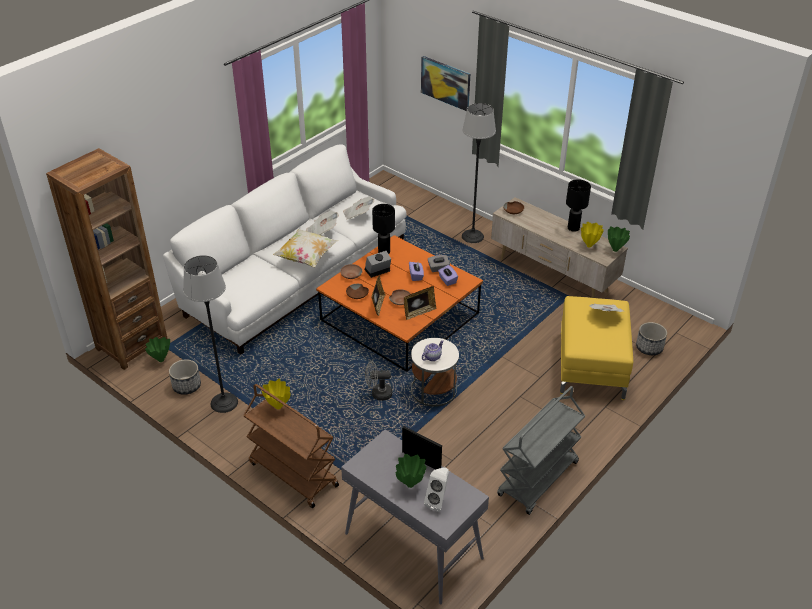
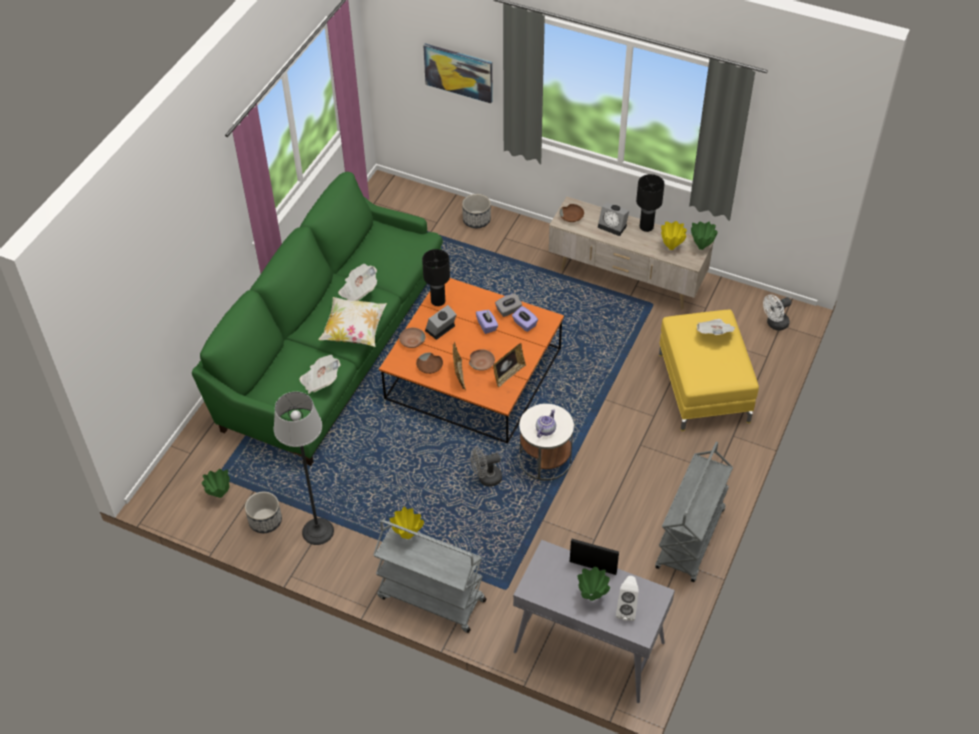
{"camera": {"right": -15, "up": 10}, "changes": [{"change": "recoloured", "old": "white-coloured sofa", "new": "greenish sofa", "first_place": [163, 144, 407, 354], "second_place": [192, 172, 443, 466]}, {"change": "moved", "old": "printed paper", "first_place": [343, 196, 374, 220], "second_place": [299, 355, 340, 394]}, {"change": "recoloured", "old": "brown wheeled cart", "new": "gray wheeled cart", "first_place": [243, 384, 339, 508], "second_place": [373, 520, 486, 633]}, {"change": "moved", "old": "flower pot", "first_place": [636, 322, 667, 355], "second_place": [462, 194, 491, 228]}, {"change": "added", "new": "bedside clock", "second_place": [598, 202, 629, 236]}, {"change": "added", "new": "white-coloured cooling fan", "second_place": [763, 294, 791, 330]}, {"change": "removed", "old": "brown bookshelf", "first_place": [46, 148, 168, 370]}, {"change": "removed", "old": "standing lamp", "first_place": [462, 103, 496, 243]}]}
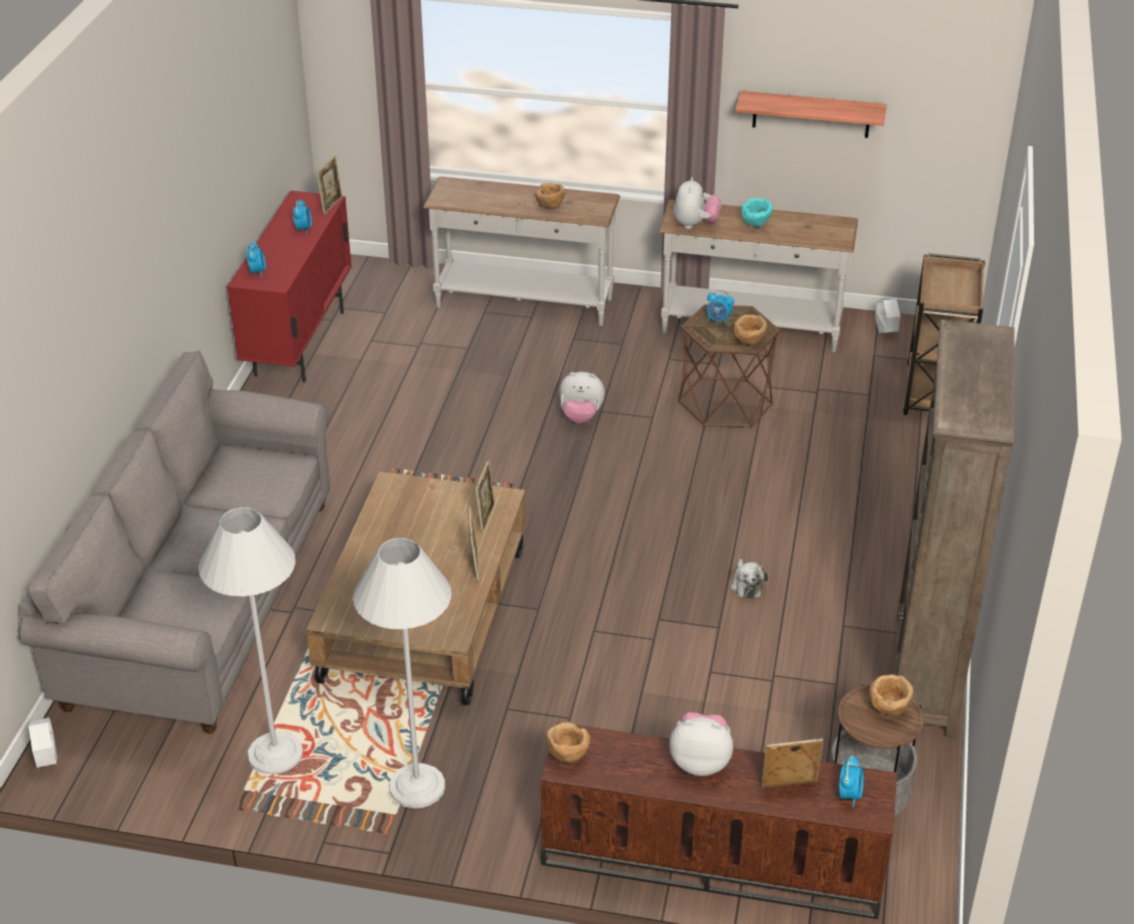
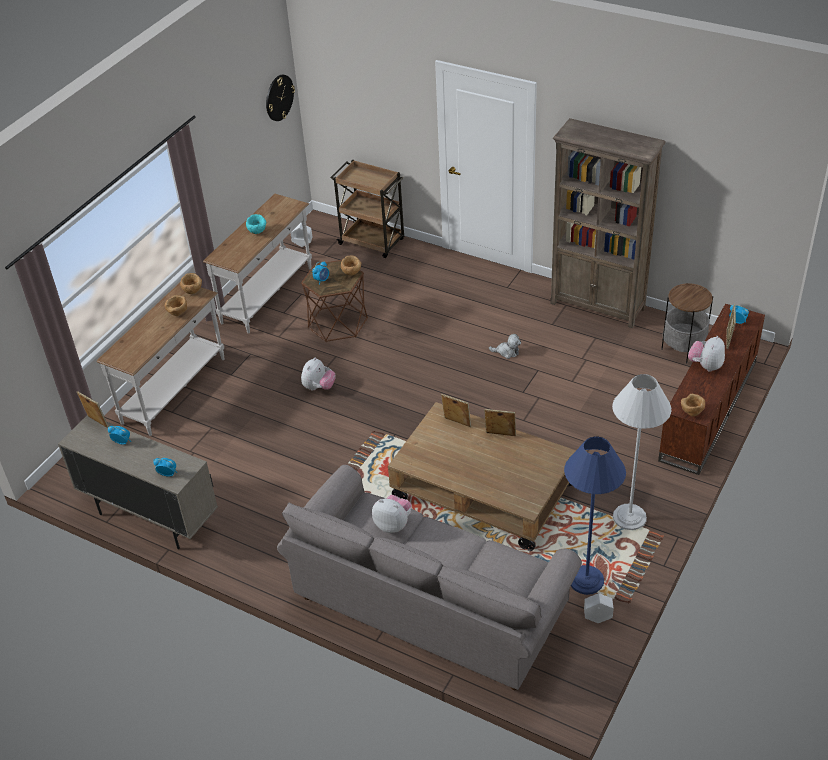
{"camera": {"right": -70, "up": 5}, "changes": [{"change": "recoloured", "old": "red-coloured storage cabinet", "new": "beige storage cabinet", "first_place": [227, 191, 352, 383], "second_place": [58, 416, 218, 549]}, {"change": "moved", "old": "brown bowl", "first_place": [869, 674, 913, 716], "second_place": [180, 273, 202, 294]}, {"change": "added", "new": "wall clock", "second_place": [266, 75, 295, 121]}, {"change": "moved", "old": "plush toy", "first_place": [674, 177, 721, 229], "second_place": [372, 495, 412, 533]}, {"change": "recoloured", "old": "white-coloured standing lamp", "new": "blue-coloured standing lamp", "first_place": [199, 507, 303, 774], "second_place": [564, 436, 626, 595]}, {"change": "moved", "old": "white-coloured flower pot", "first_place": [29, 717, 57, 768], "second_place": [584, 593, 614, 623]}, {"change": "removed", "old": "shelf", "first_place": [735, 91, 887, 138]}]}
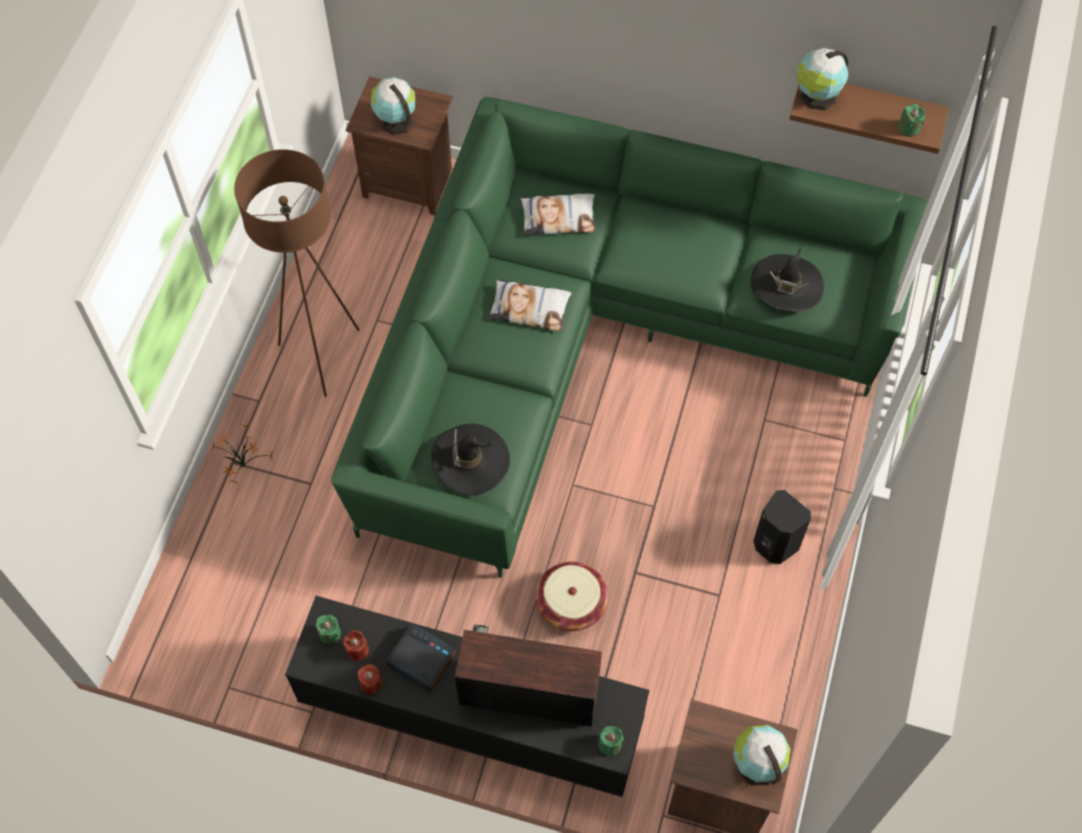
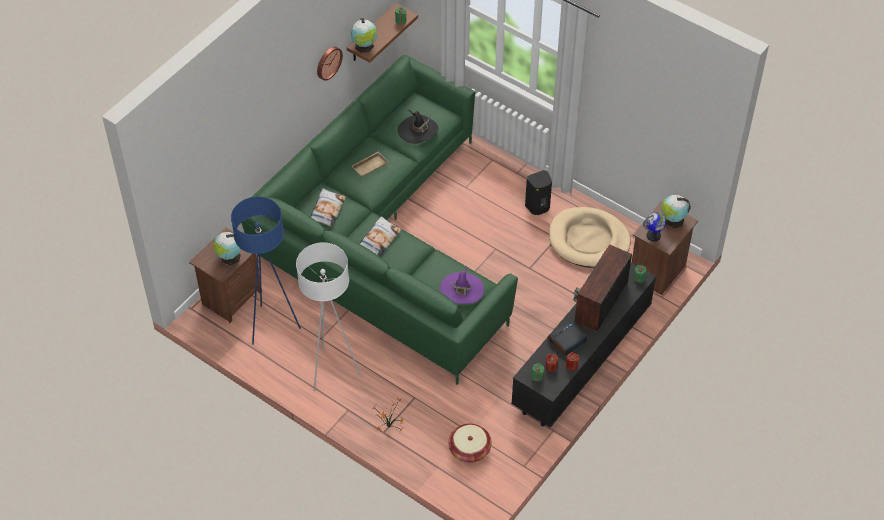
{"camera": {"right": -70, "up": -10}, "changes": [{"change": "added", "new": "blue-coloured standing lamp", "second_place": [231, 197, 301, 345]}, {"change": "recoloured", "old": "brown standing lamp", "new": "white-coloured standing lamp", "first_place": [234, 149, 360, 397], "second_place": [296, 242, 361, 391]}, {"change": "added", "new": "wall clock", "second_place": [317, 47, 343, 81]}, {"change": "added", "new": "beige serving tray", "second_place": [352, 152, 388, 177]}, {"change": "recoloured", "old": "blackish clothing hat", "new": "purple-coloured clothing hat", "first_place": [431, 423, 510, 496], "second_place": [440, 265, 484, 304]}, {"change": "moved", "old": "basket", "first_place": [536, 561, 608, 631], "second_place": [449, 424, 492, 463]}, {"change": "added", "new": "beige dog cushion", "second_place": [549, 207, 631, 268]}, {"change": "added", "new": "desk globe", "second_place": [643, 212, 666, 241]}]}
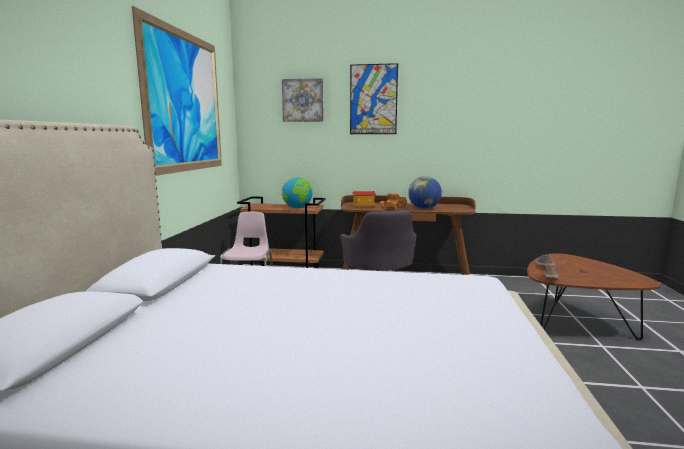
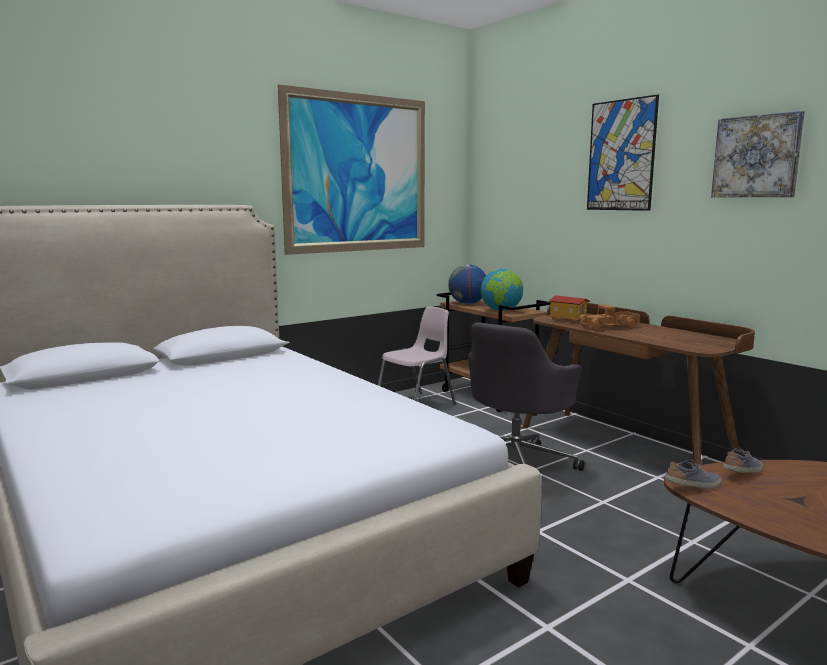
{"camera": {"right": 45, "up": 0}, "changes": [{"change": "moved", "old": "desk globe", "first_place": [408, 176, 442, 209], "second_place": [448, 264, 486, 304]}, {"change": "moved", "old": "wall art", "first_place": [282, 78, 324, 122], "second_place": [711, 111, 805, 197]}]}
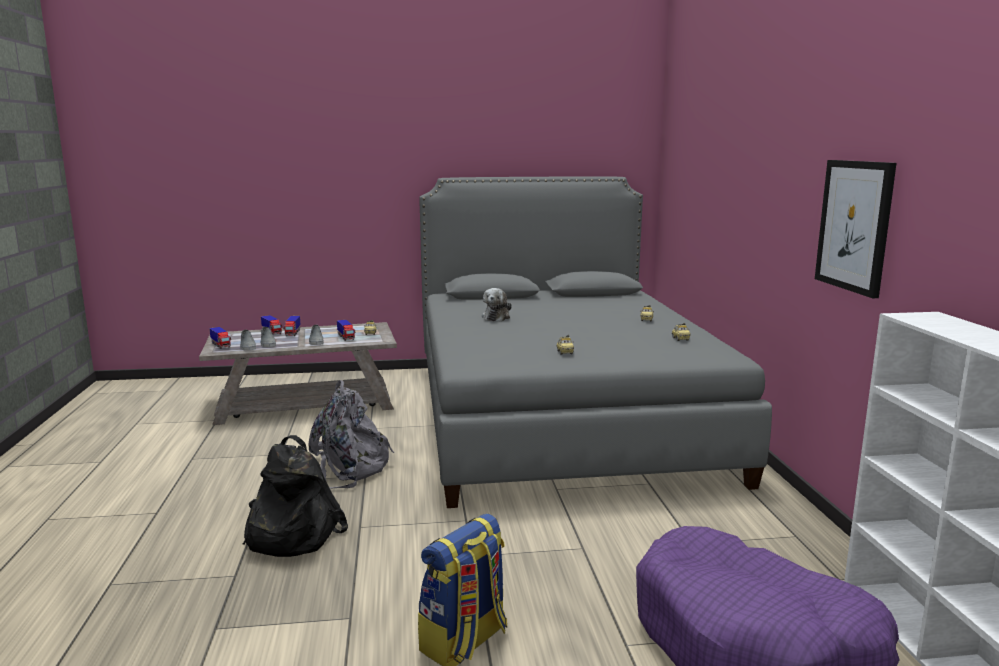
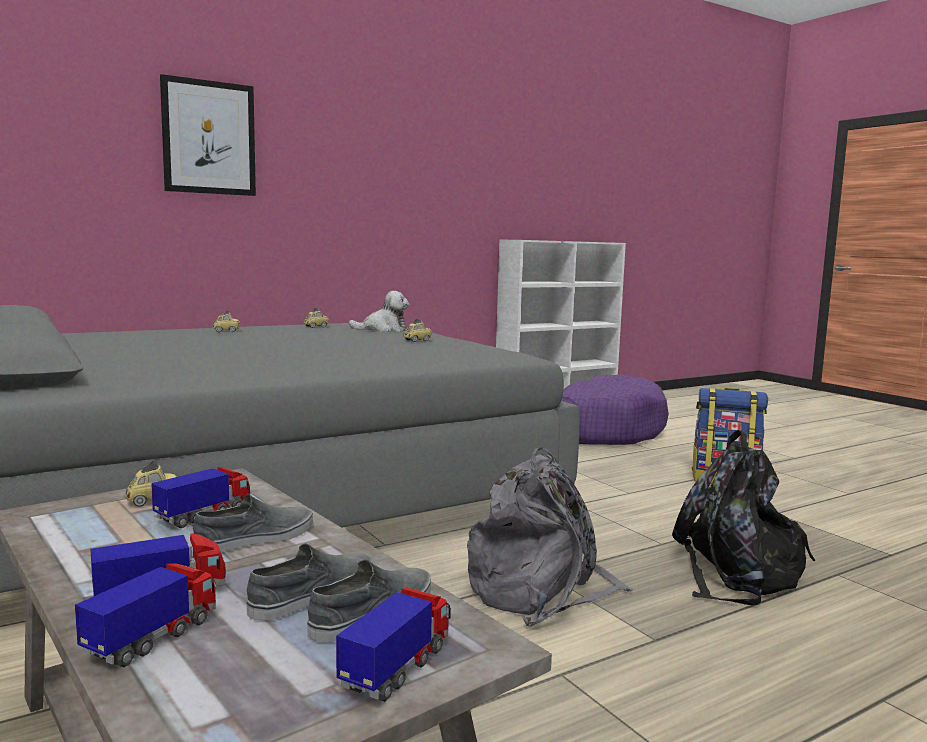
{"camera": {"right": -115, "up": -5}, "changes": [{"change": "moved", "old": "wall art", "first_place": [815, 160, 896, 298], "second_place": [160, 74, 256, 196]}, {"change": "moved", "old": "plush toy", "first_place": [482, 288, 512, 321], "second_place": [349, 291, 409, 332]}]}
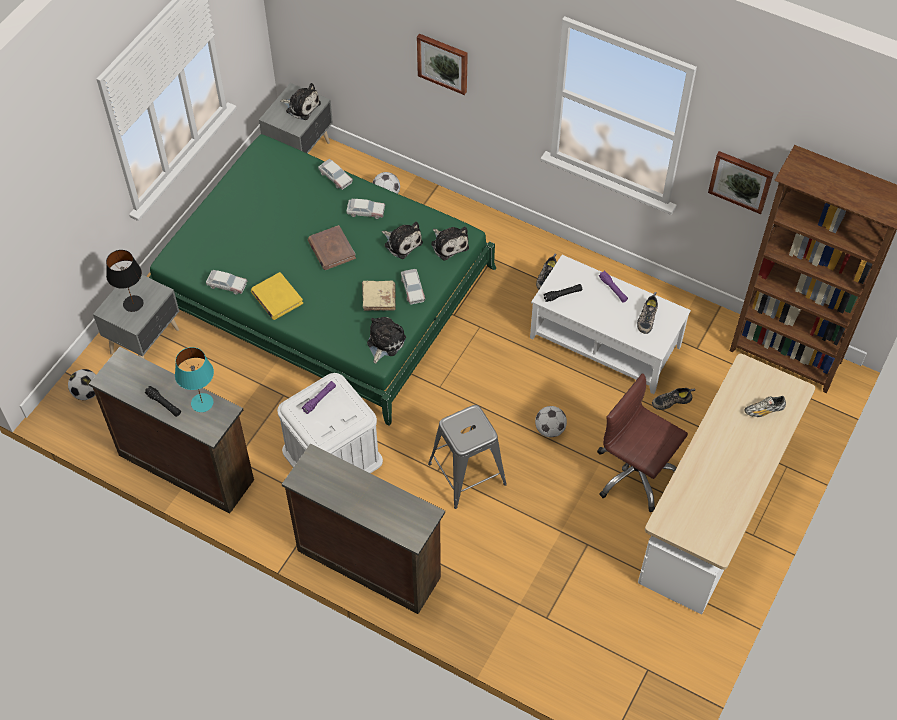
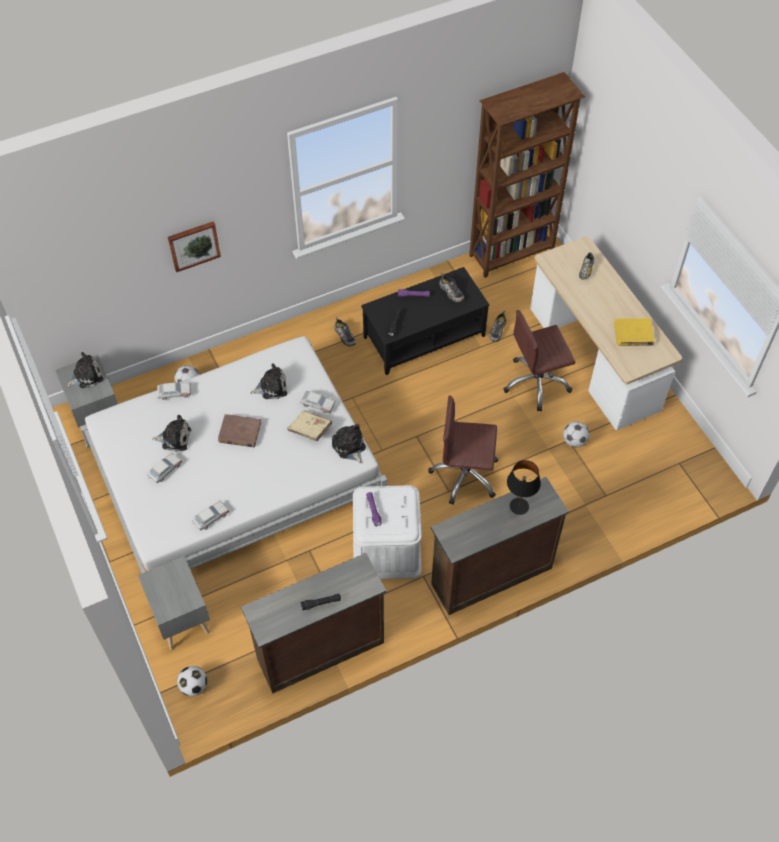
{"camera": {"right": -55, "up": 0}, "changes": [{"change": "recoloured", "old": "greenish sleeping bed", "new": "white-coloured sleeping bed", "first_place": [148, 134, 497, 426], "second_place": [80, 336, 387, 573]}, {"change": "moved", "old": "model car", "first_place": [346, 199, 385, 219], "second_place": [147, 453, 182, 483]}, {"change": "moved", "old": "plush toy", "first_place": [431, 227, 469, 261], "second_place": [153, 415, 191, 452]}, {"change": "recoloured", "old": "white-coloured coffee table", "new": "blackish coffee table", "first_place": [530, 255, 691, 394], "second_place": [361, 267, 490, 375]}, {"change": "replaced", "old": "gray stool seat", "new": "brown computer chair", "first_place": [428, 405, 507, 509], "second_place": [428, 395, 498, 505]}, {"change": "moved", "old": "blackish lamp for a table", "first_place": [106, 250, 143, 312], "second_place": [507, 460, 541, 515]}, {"change": "moved", "old": "football ball", "first_place": [535, 406, 567, 437], "second_place": [563, 421, 590, 447]}, {"change": "moved", "old": "yellow bound book", "first_place": [251, 272, 303, 320], "second_place": [614, 318, 655, 346]}, {"change": "removed", "old": "turquoise lamp for a table", "first_place": [175, 347, 214, 412]}, {"change": "removed", "old": "wall art", "first_place": [708, 151, 774, 214]}]}
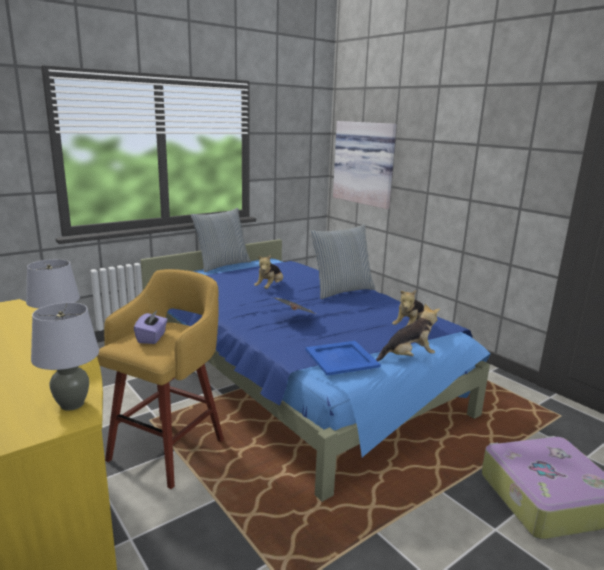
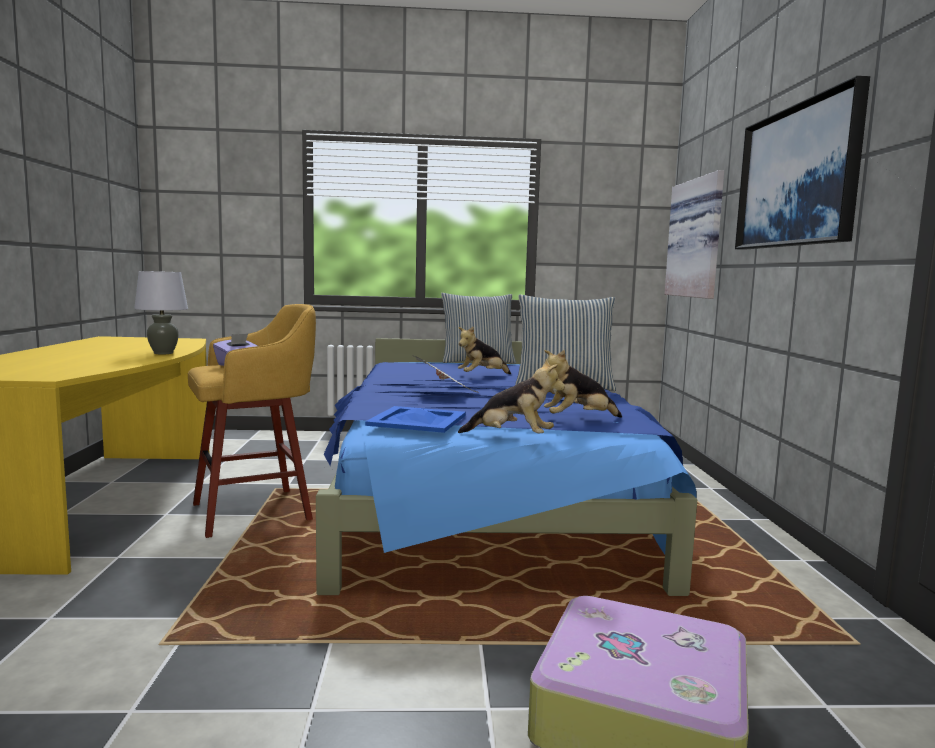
{"camera": {"right": 35, "up": -10}, "changes": [{"change": "added", "new": "wall art", "second_place": [735, 76, 870, 250]}, {"change": "removed", "old": "gray lamp for a table", "first_place": [31, 303, 99, 410]}]}
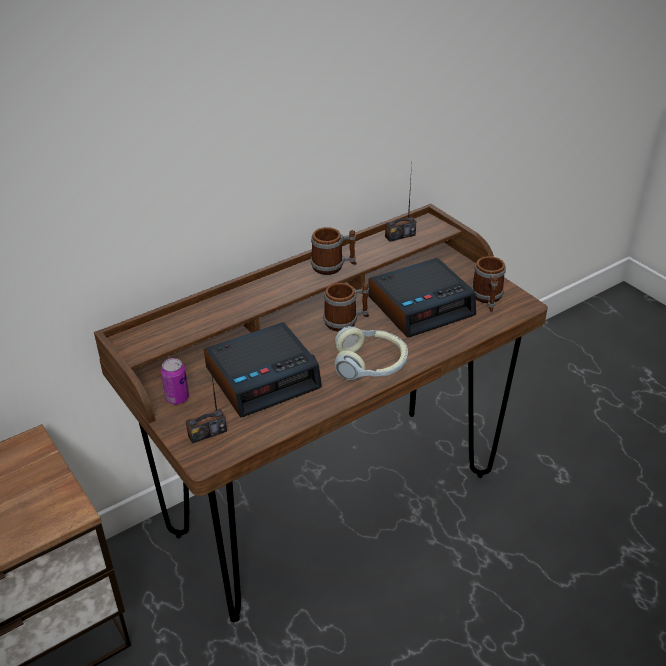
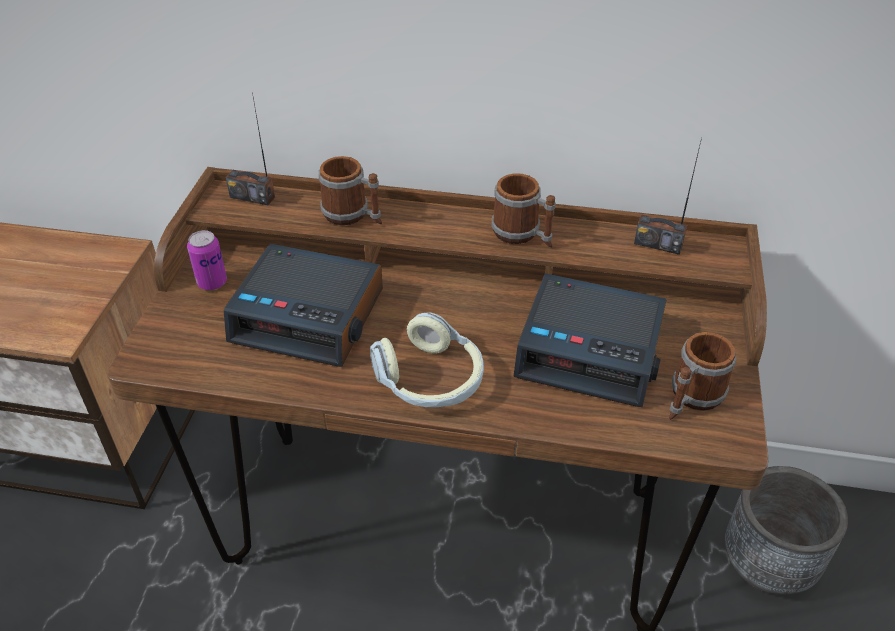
{"camera": {"right": 45, "up": 5}, "changes": [{"change": "moved", "old": "radio", "first_place": [186, 353, 227, 444], "second_place": [226, 92, 275, 205]}, {"change": "moved", "old": "mug", "first_place": [323, 283, 369, 332], "second_place": [318, 156, 382, 225]}, {"change": "added", "new": "gray flower pot", "second_place": [725, 466, 848, 594]}]}
